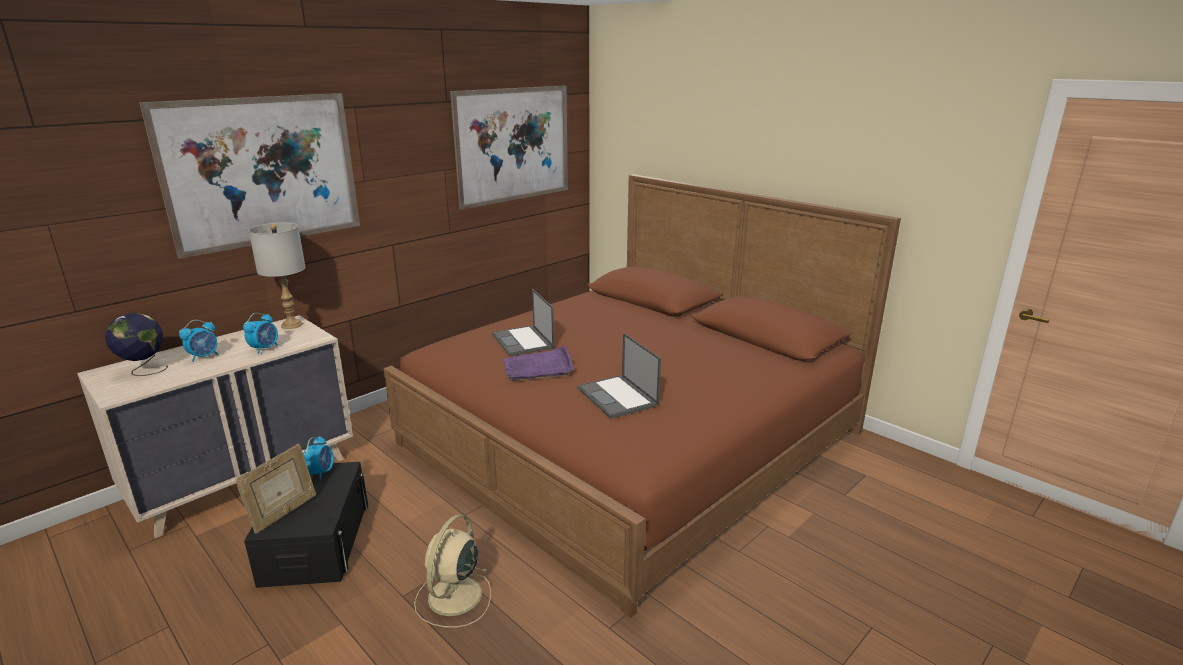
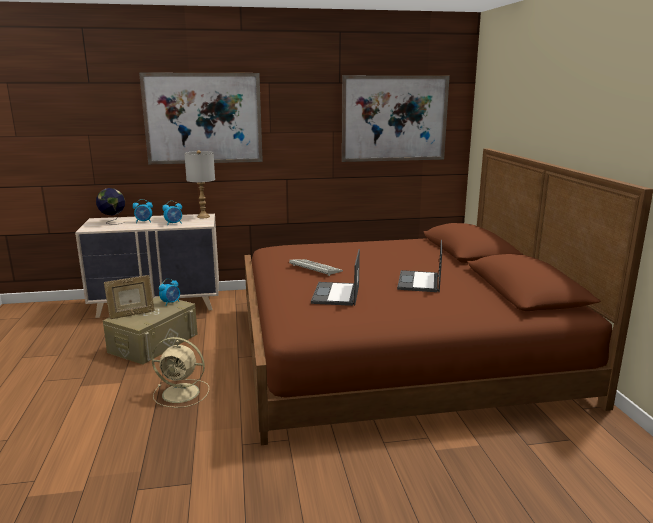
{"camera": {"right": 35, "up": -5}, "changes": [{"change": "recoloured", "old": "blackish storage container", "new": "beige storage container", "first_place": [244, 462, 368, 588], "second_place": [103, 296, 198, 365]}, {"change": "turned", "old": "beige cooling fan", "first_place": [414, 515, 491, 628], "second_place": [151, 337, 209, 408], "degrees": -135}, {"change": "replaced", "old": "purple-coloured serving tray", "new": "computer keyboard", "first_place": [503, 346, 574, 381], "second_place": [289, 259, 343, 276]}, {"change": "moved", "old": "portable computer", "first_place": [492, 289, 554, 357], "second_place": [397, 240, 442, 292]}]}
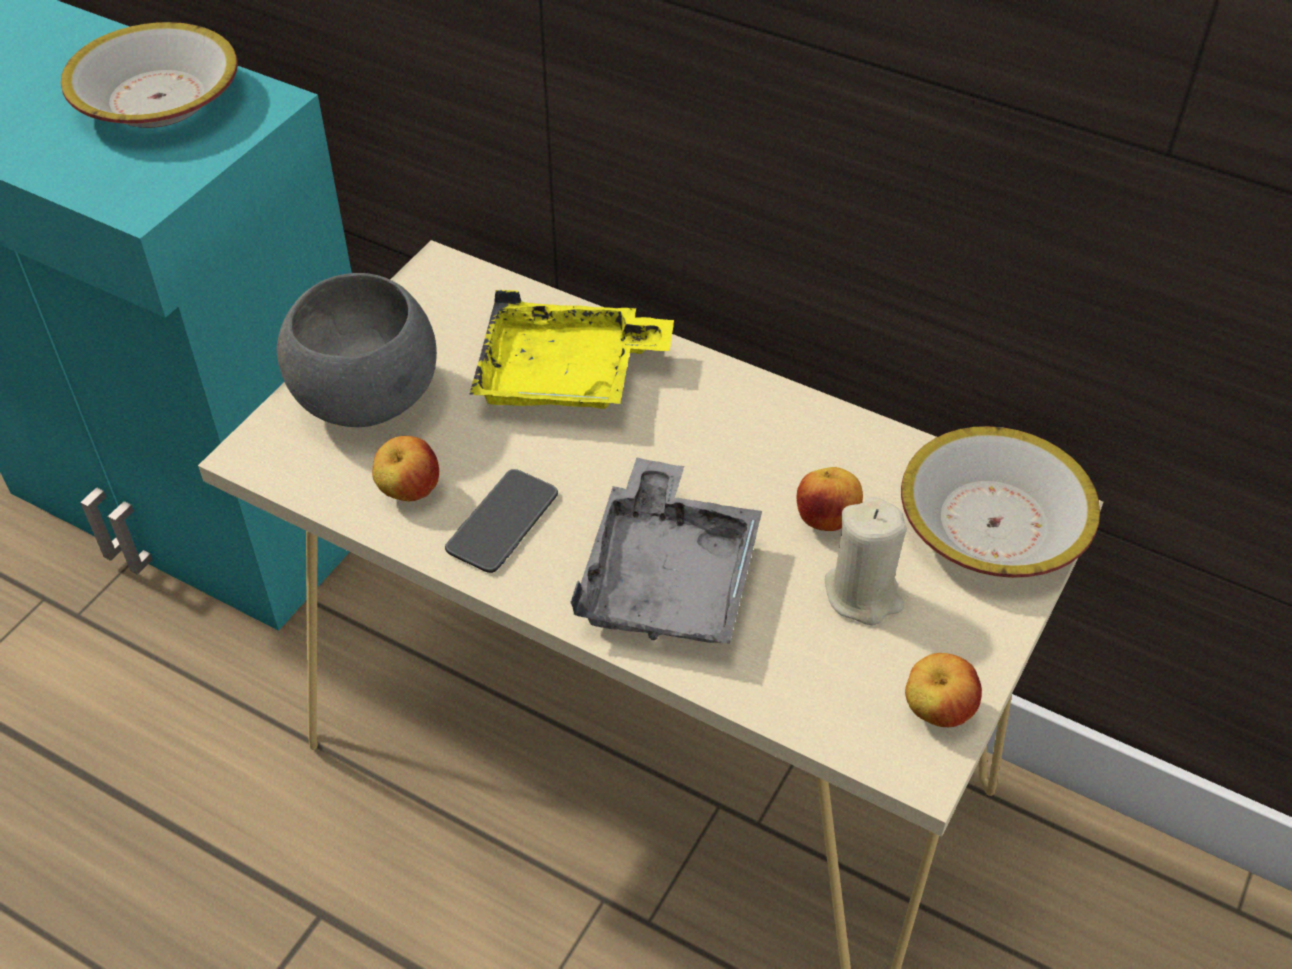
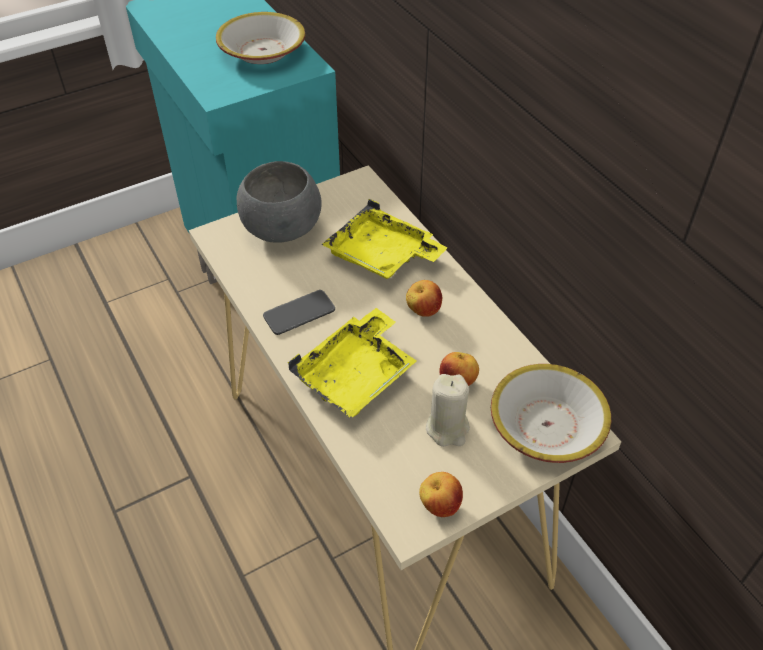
{"camera": {"right": 30, "up": 0}, "changes": [{"change": "recoloured", "old": "gray serving tray", "new": "yellow serving tray", "first_place": [570, 457, 762, 644], "second_place": [288, 308, 417, 418]}, {"change": "moved", "old": "apple", "first_place": [372, 436, 439, 501], "second_place": [406, 280, 442, 317]}]}
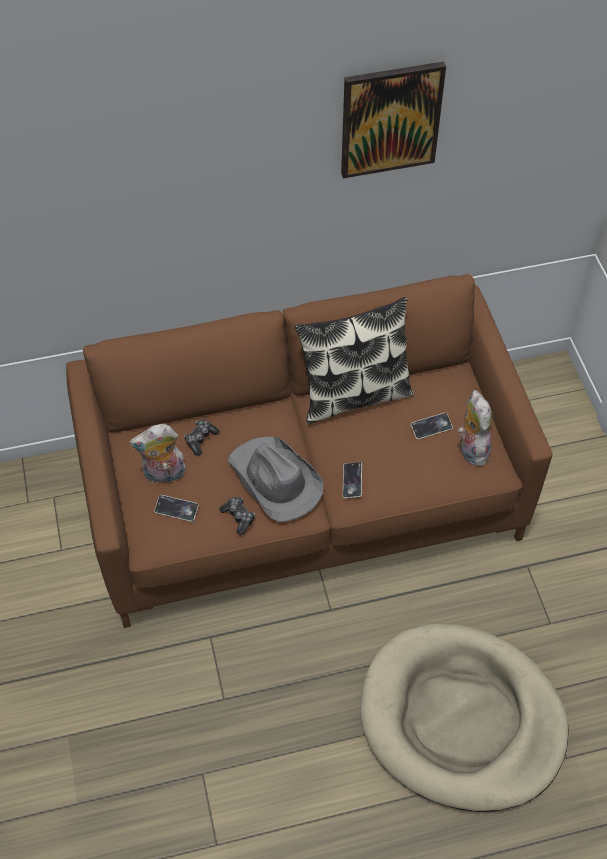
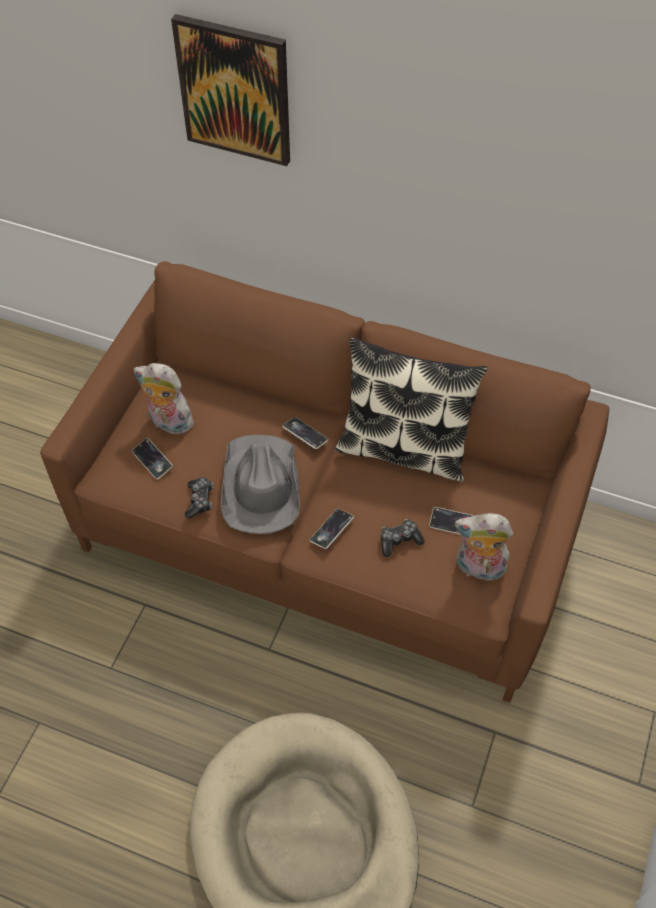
{"camera": {"right": 35, "up": 0}, "changes": [{"change": "moved", "old": "wall art", "first_place": [341, 61, 446, 178], "second_place": [171, 14, 290, 166]}, {"change": "added", "new": "telephone", "second_place": [283, 417, 328, 449]}, {"change": "moved", "old": "game controller", "first_place": [184, 420, 220, 456], "second_place": [381, 519, 425, 557]}, {"change": "turned", "old": "plush toy", "first_place": [458, 390, 493, 466], "second_place": [455, 513, 513, 581], "degrees": -105}]}
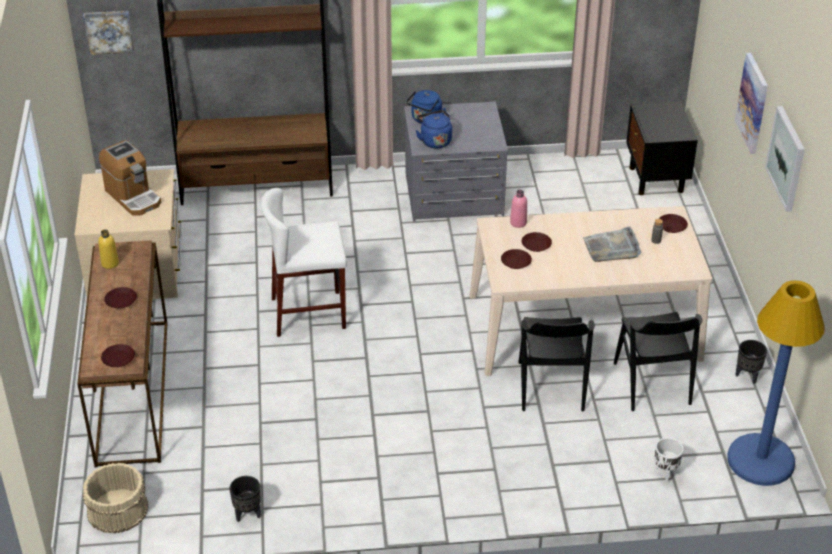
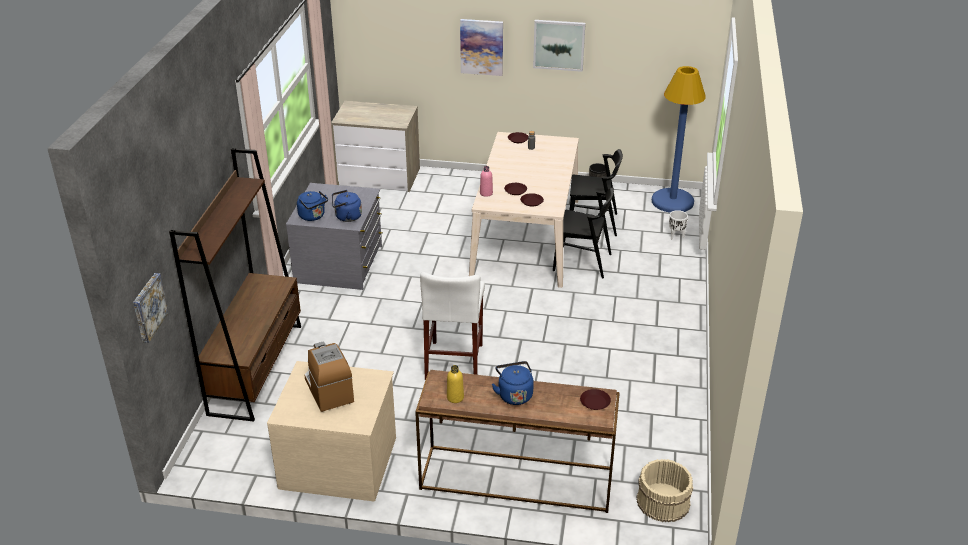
{"camera": {"right": -75, "up": -5}, "changes": [{"change": "turned", "old": "coffee machine", "first_place": [99, 140, 161, 216], "second_place": [304, 341, 354, 412], "degrees": -90}, {"change": "replaced", "old": "blackish night table", "new": "dresser", "first_place": [626, 102, 698, 195], "second_place": [331, 101, 420, 192]}, {"change": "replaced", "old": "brown dinner plate", "new": "blue-coloured water kettle", "first_place": [104, 287, 137, 309], "second_place": [492, 361, 534, 405]}, {"change": "removed", "old": "blackish flower pot", "first_place": [230, 476, 261, 522]}, {"change": "removed", "old": "gray serving tray", "first_place": [583, 226, 641, 262]}]}
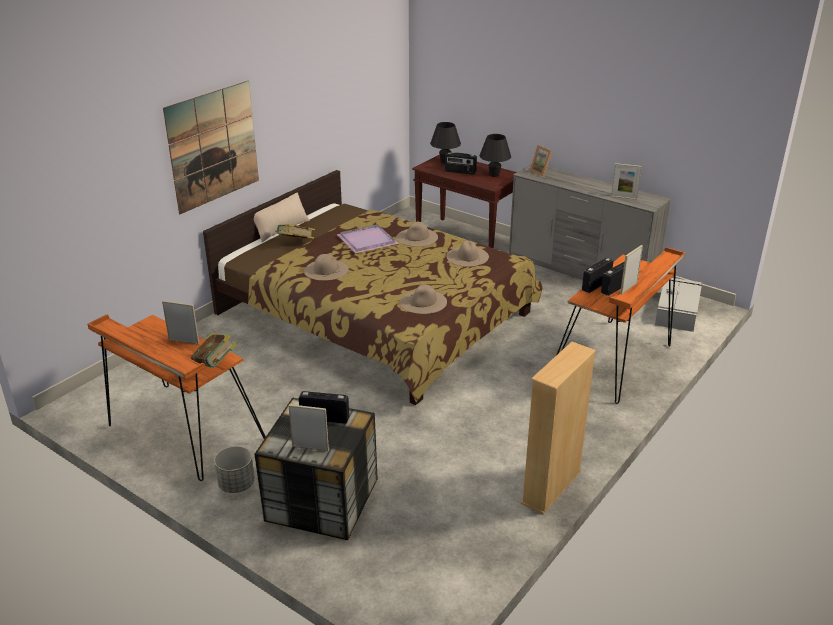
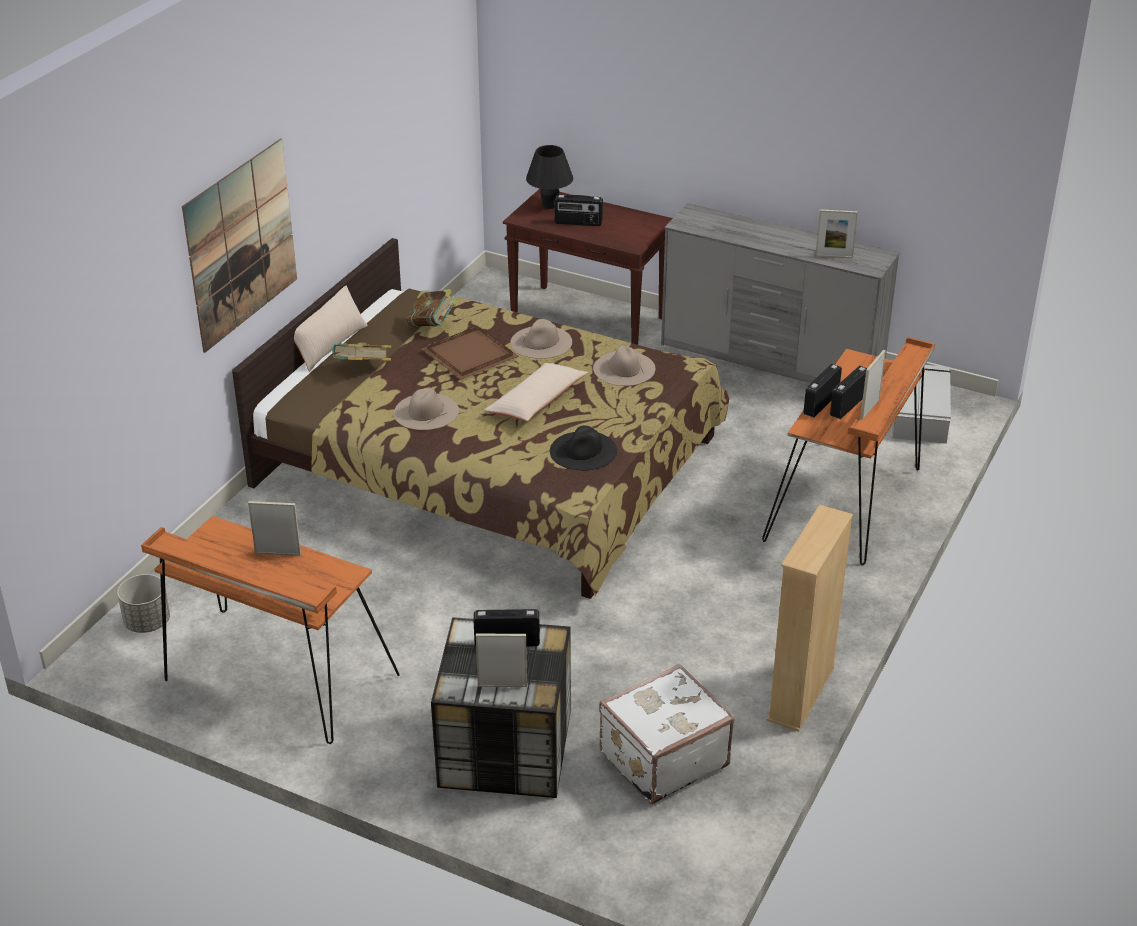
{"camera": {"right": -10, "up": 5}, "changes": [{"change": "moved", "old": "gray flower pot", "first_place": [214, 446, 255, 493], "second_place": [117, 574, 170, 633]}, {"change": "moved", "old": "bound book", "first_place": [191, 333, 238, 368], "second_place": [406, 289, 459, 328]}, {"change": "recoloured", "old": "purple-coloured serving tray", "new": "brown serving tray", "first_place": [337, 224, 399, 254], "second_place": [422, 326, 519, 380]}, {"change": "added", "new": "beige throw pillow", "second_place": [484, 363, 588, 421]}, {"change": "recoloured", "old": "beige clothing hat", "new": "blackish clothing hat", "first_place": [400, 284, 447, 314], "second_place": [550, 426, 617, 470]}, {"change": "added", "new": "white-coloured travel case", "second_place": [599, 664, 735, 804]}, {"change": "removed", "old": "blackish lamp for a table", "first_place": [480, 134, 511, 177]}, {"change": "removed", "old": "photo frame", "first_place": [530, 145, 552, 177]}]}
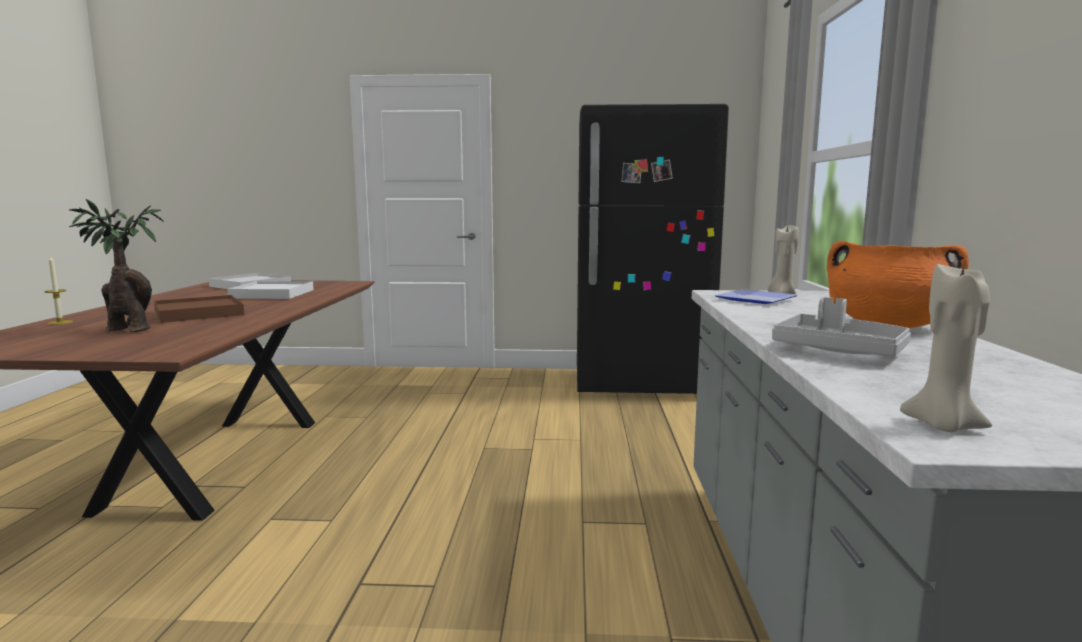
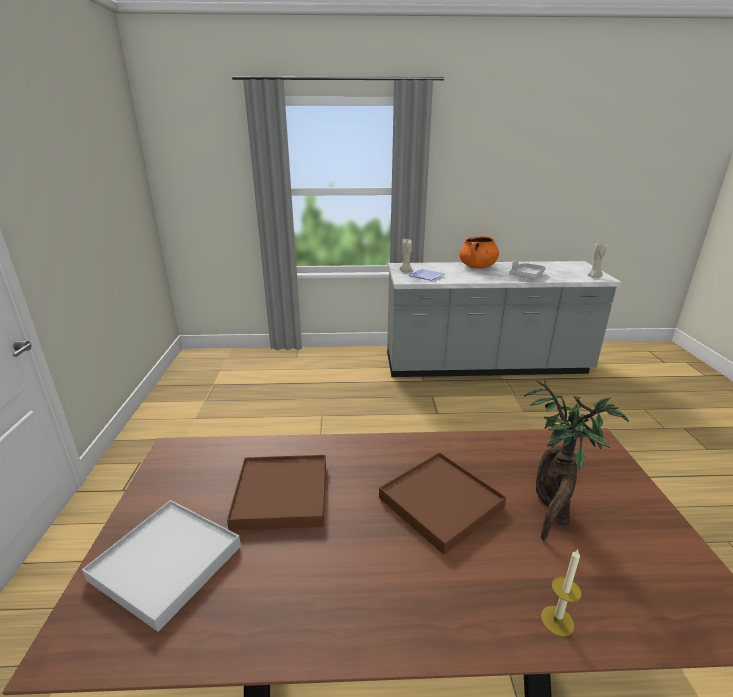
{"camera": {"right": -95, "up": 15}, "changes": [{"change": "recoloured", "old": "white-coloured serving tray", "new": "brown serving tray", "first_place": [227, 281, 314, 299], "second_place": [227, 455, 326, 531]}, {"change": "removed", "old": "blackish fridge", "first_place": [577, 104, 729, 394]}]}
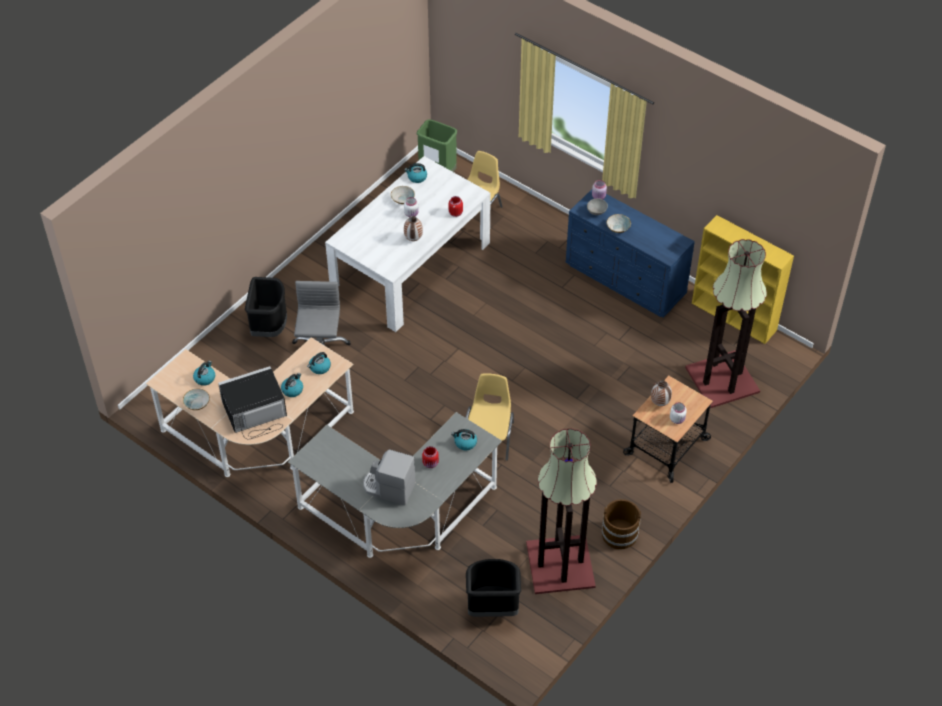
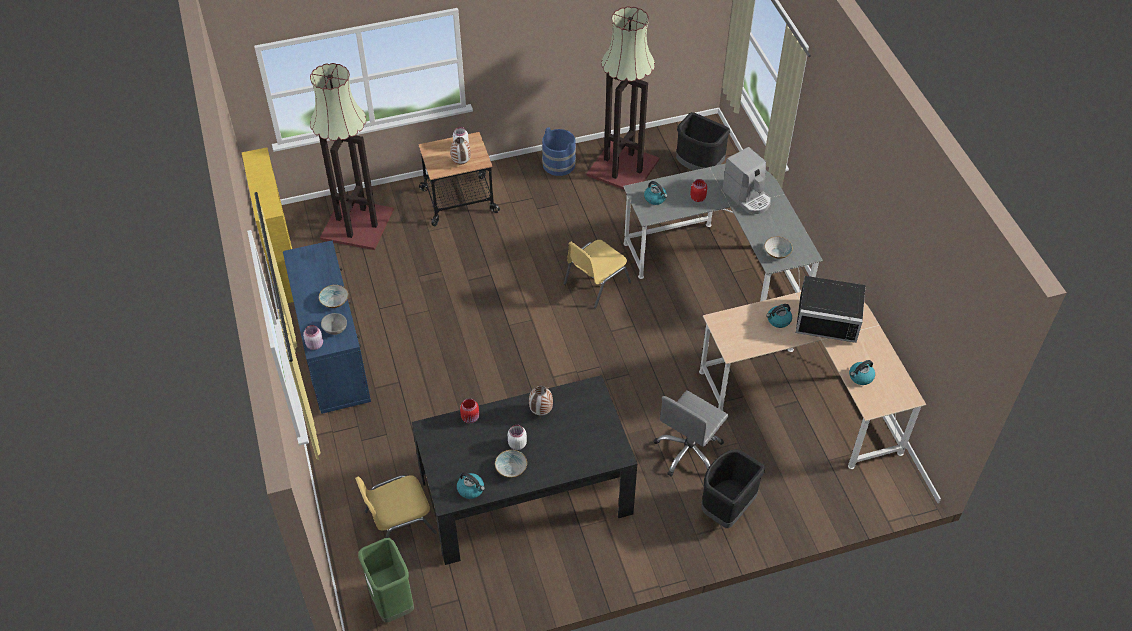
{"camera": {"right": -145, "up": 0}, "changes": [{"change": "recoloured", "old": "white-coloured dinner table", "new": "blackish dinner table", "first_place": [325, 156, 491, 332], "second_place": [412, 375, 637, 565]}, {"change": "recoloured", "old": "brown water bucket", "new": "blue-coloured water bucket", "first_place": [602, 499, 641, 549], "second_place": [542, 127, 576, 176]}, {"change": "moved", "old": "bowl", "first_place": [183, 388, 210, 410], "second_place": [764, 237, 793, 259]}, {"change": "removed", "old": "water kettle", "first_place": [307, 352, 331, 374]}]}
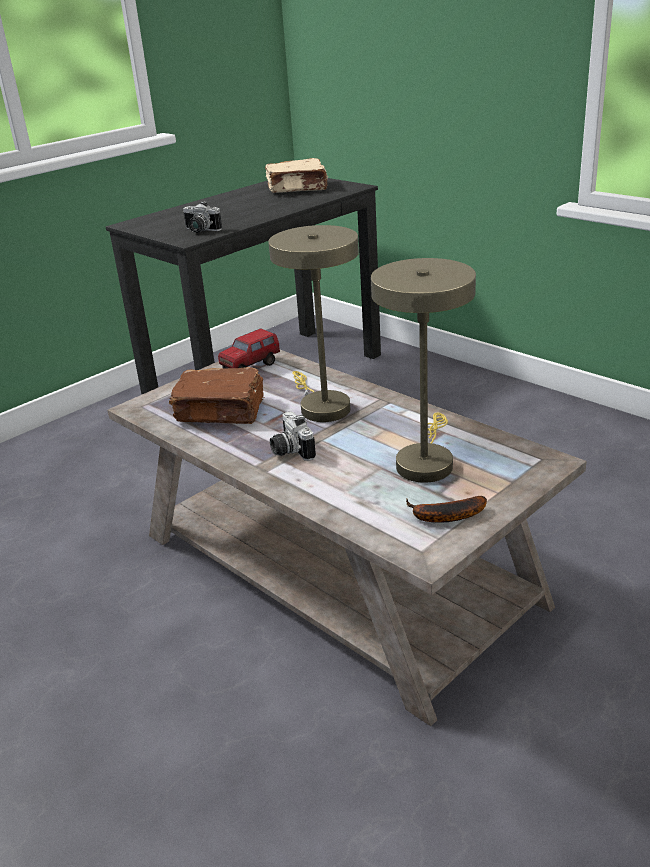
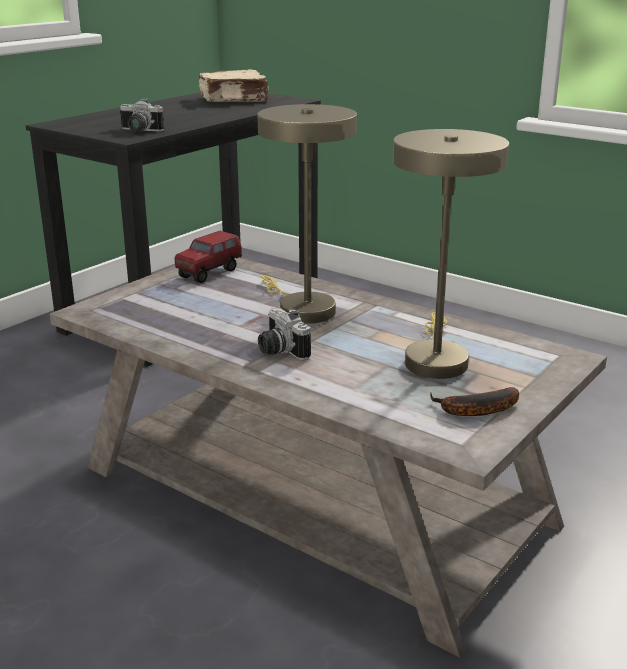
{"camera": {"right": -10, "up": -5}, "changes": [{"change": "removed", "old": "brown bound book", "first_place": [169, 367, 264, 424]}]}
